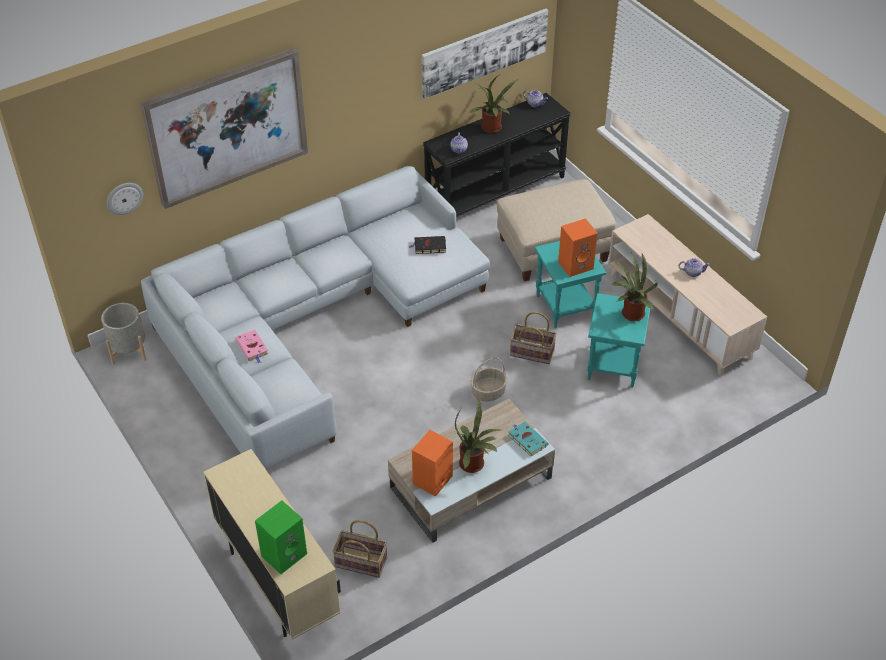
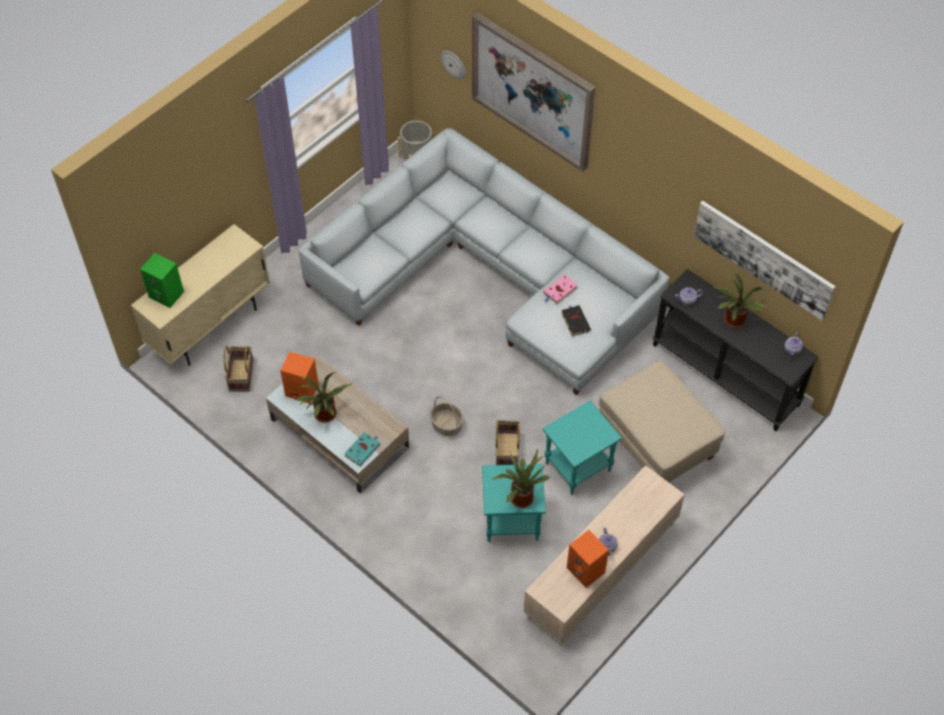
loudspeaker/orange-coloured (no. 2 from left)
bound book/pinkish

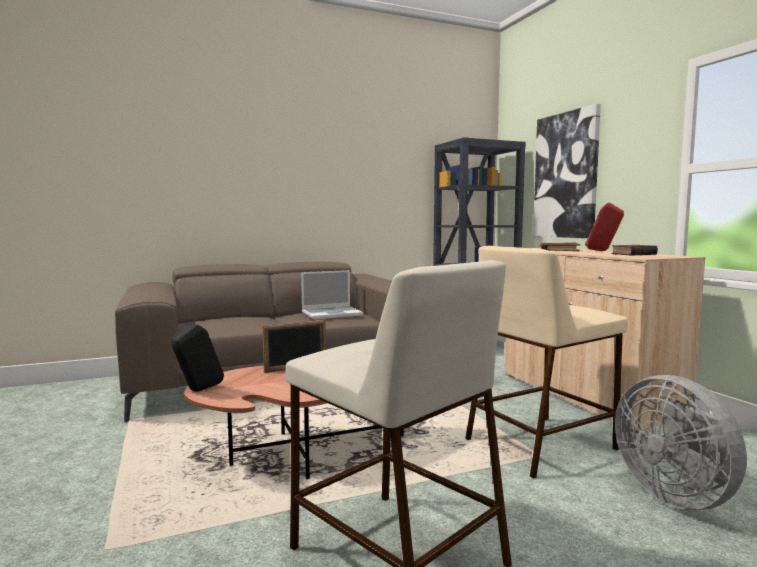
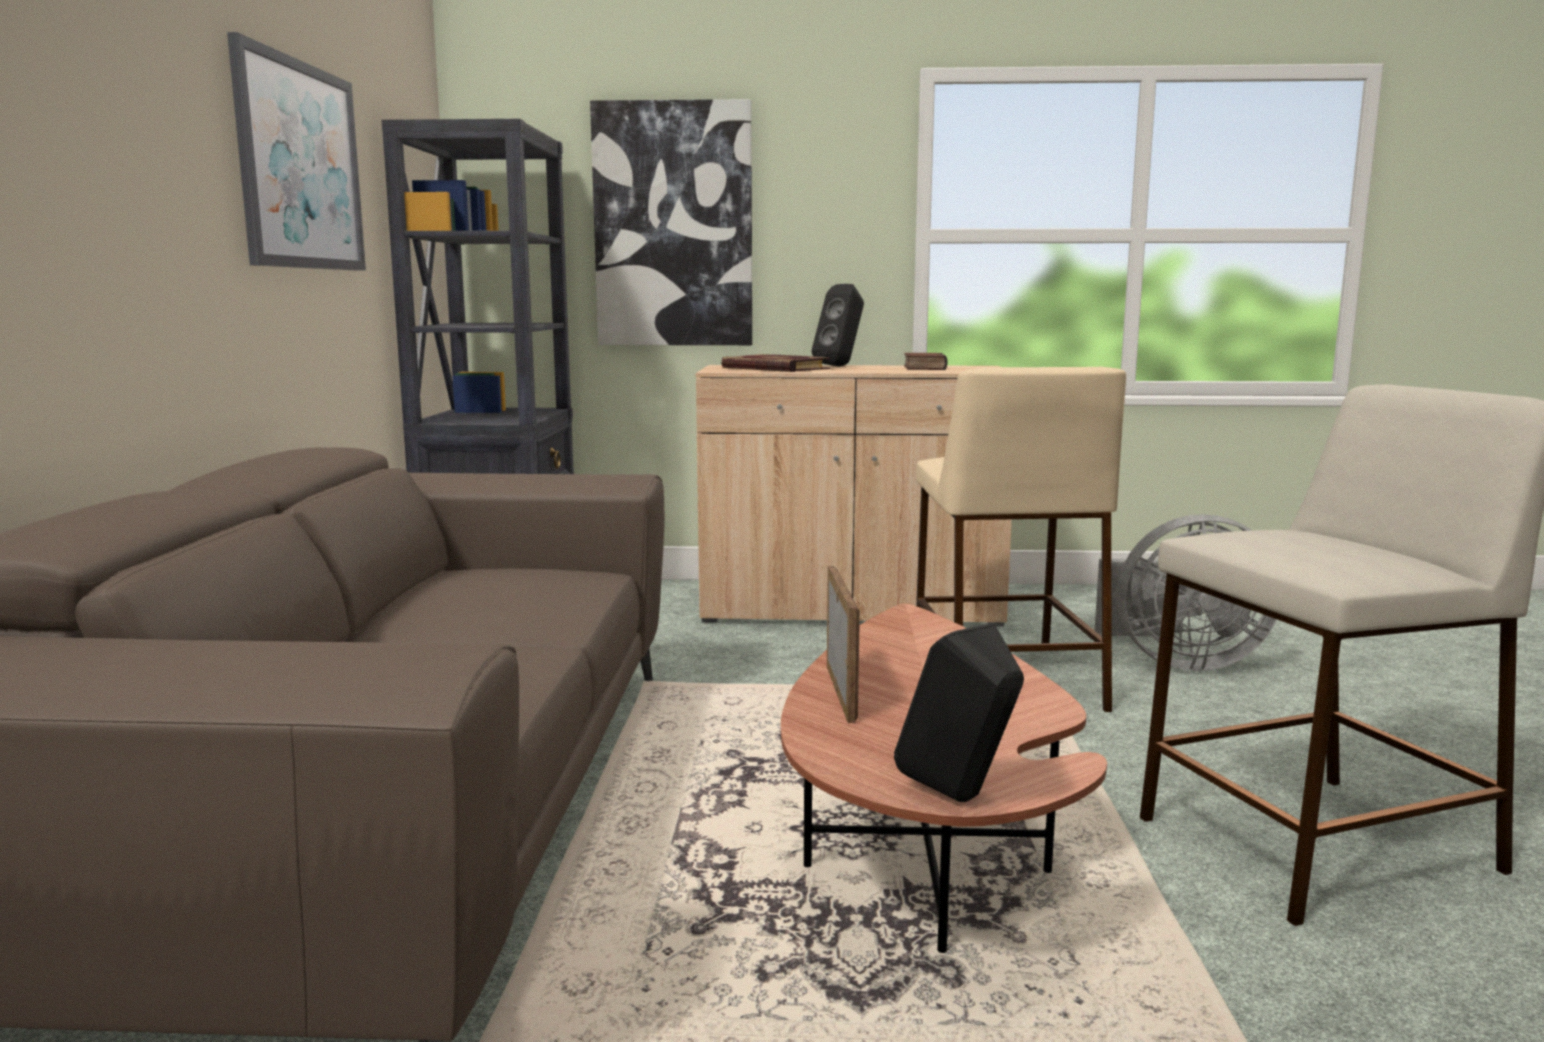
loudspeaker/black-coloured (no. 1 from left)
notebook computer
picture (no. 1 from left)

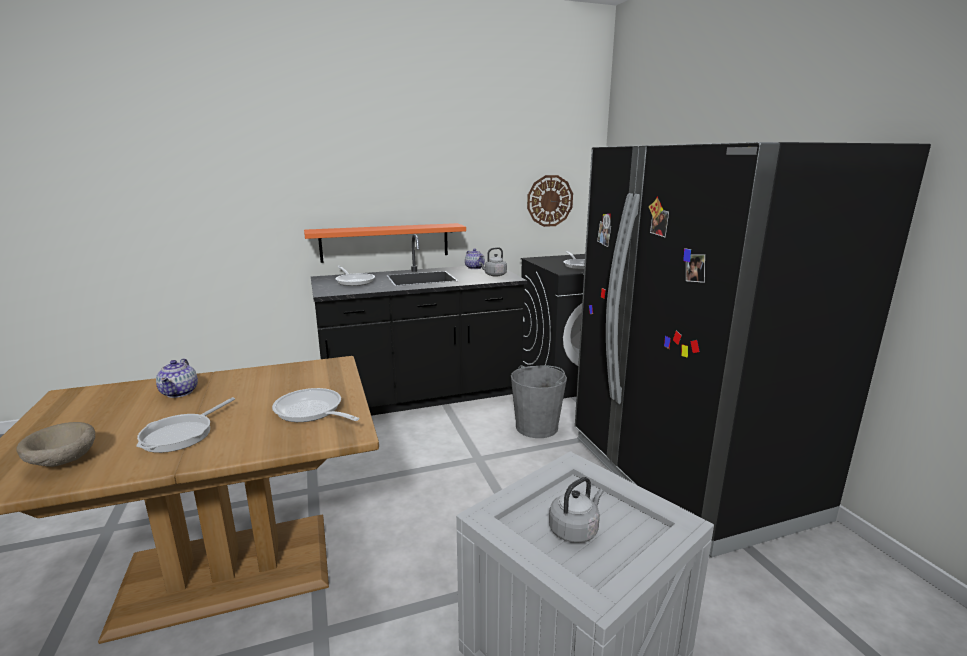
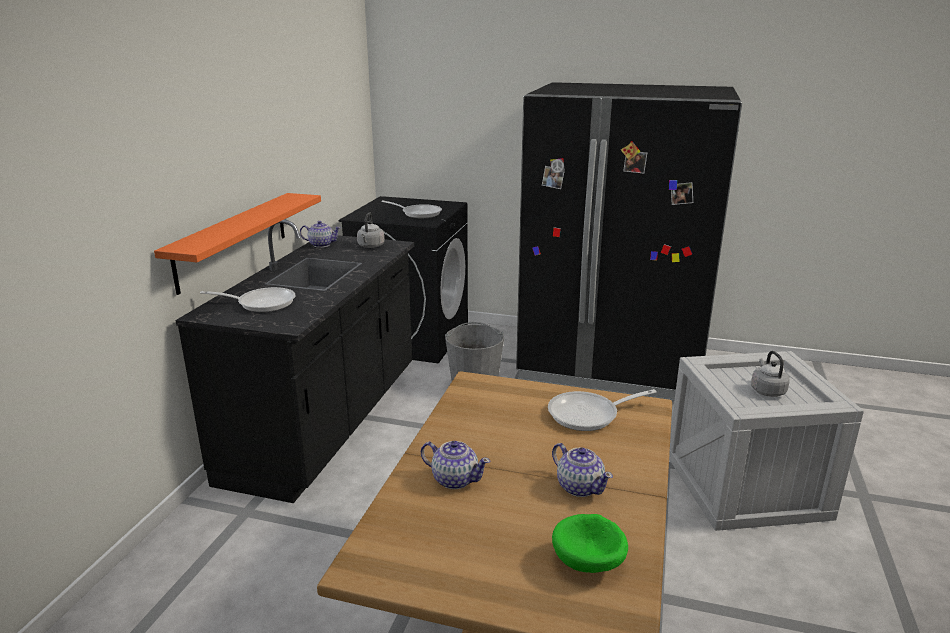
clock on the wall
teapot (no. 3 from left)
serving bowl/green

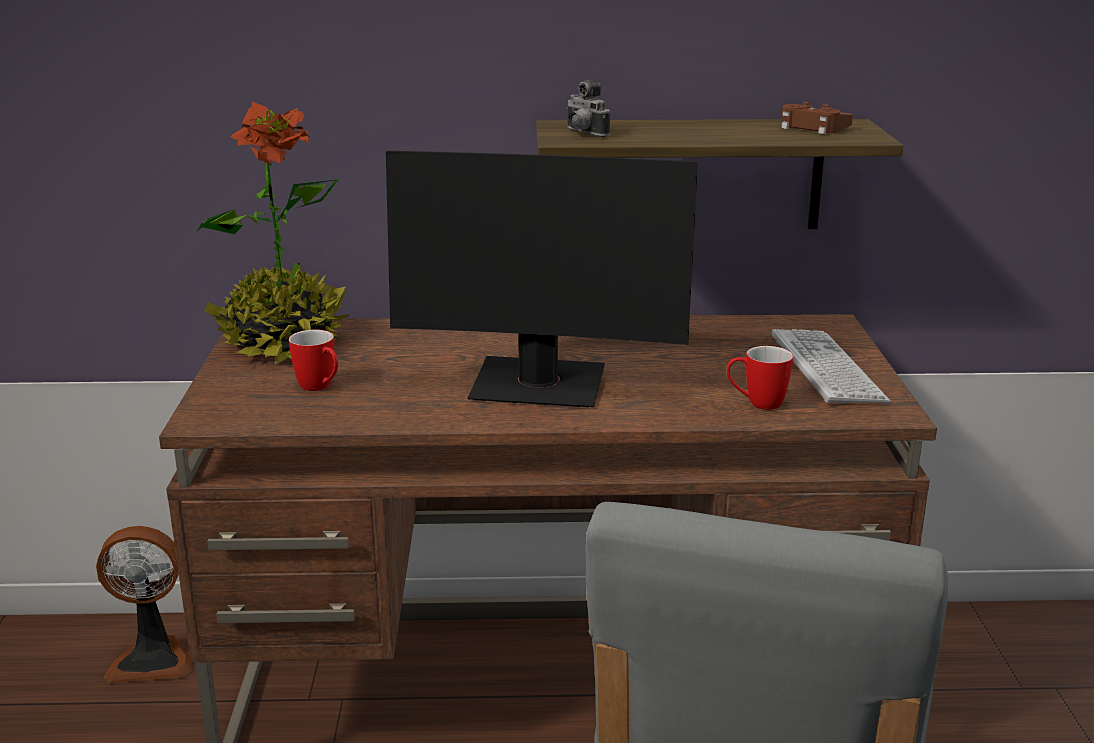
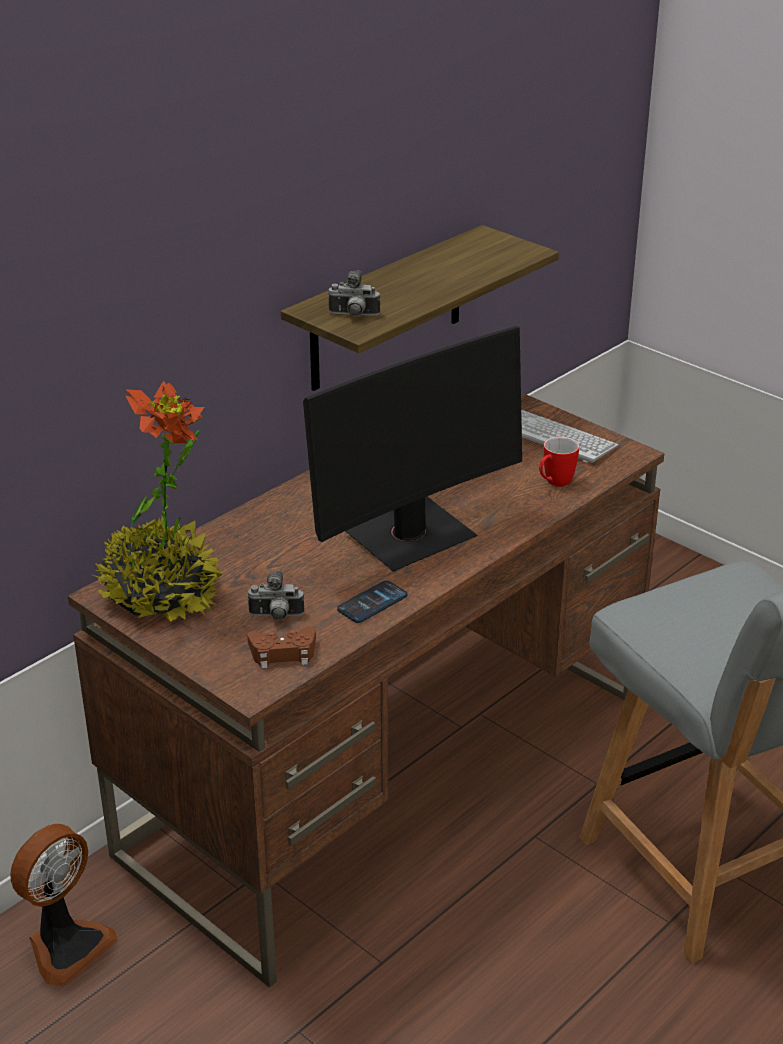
gamepad/brown
still camera (no. 1 from left)
phone

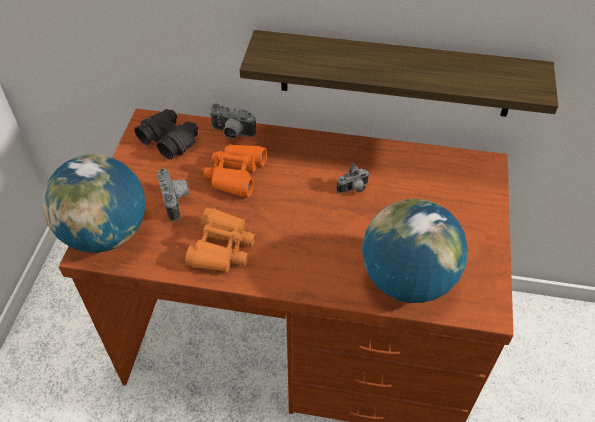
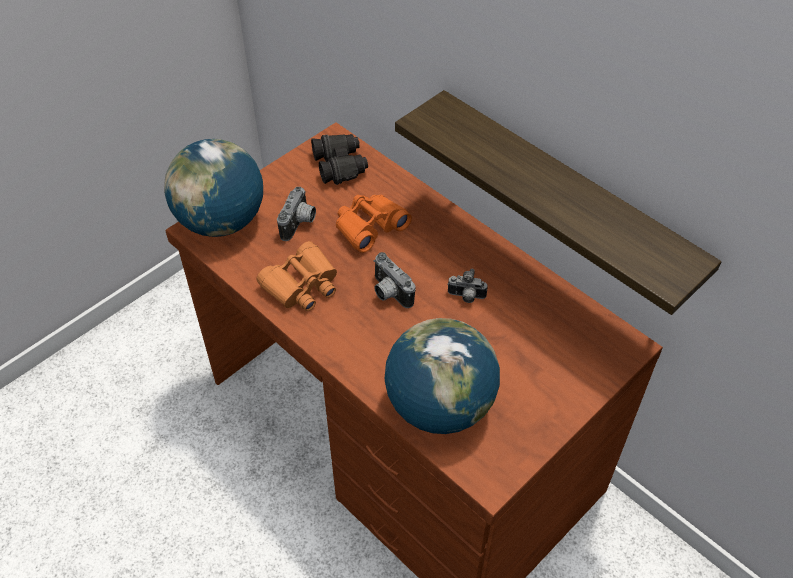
still camera (no. 2 from left)

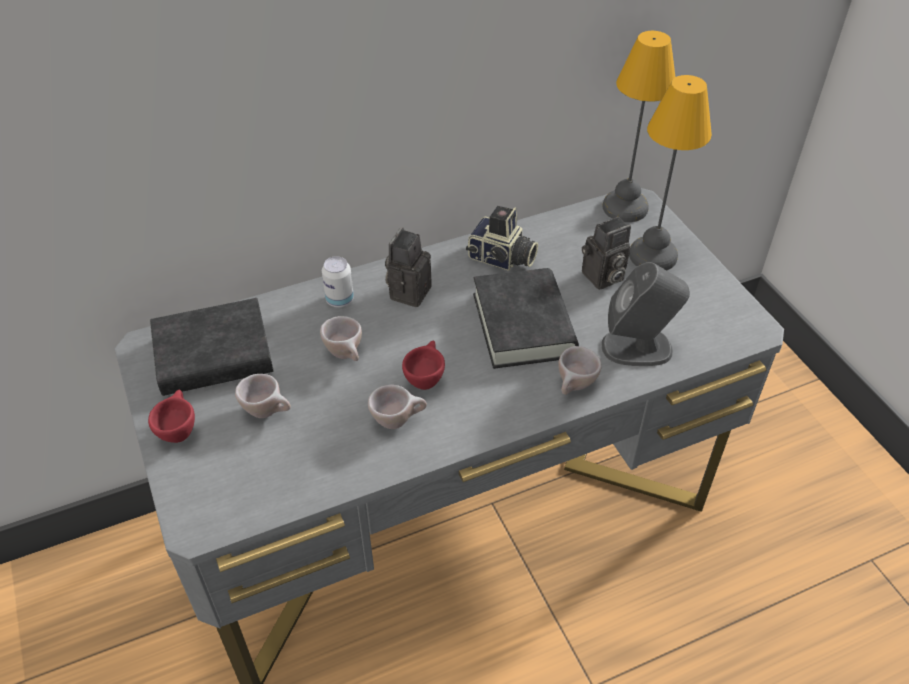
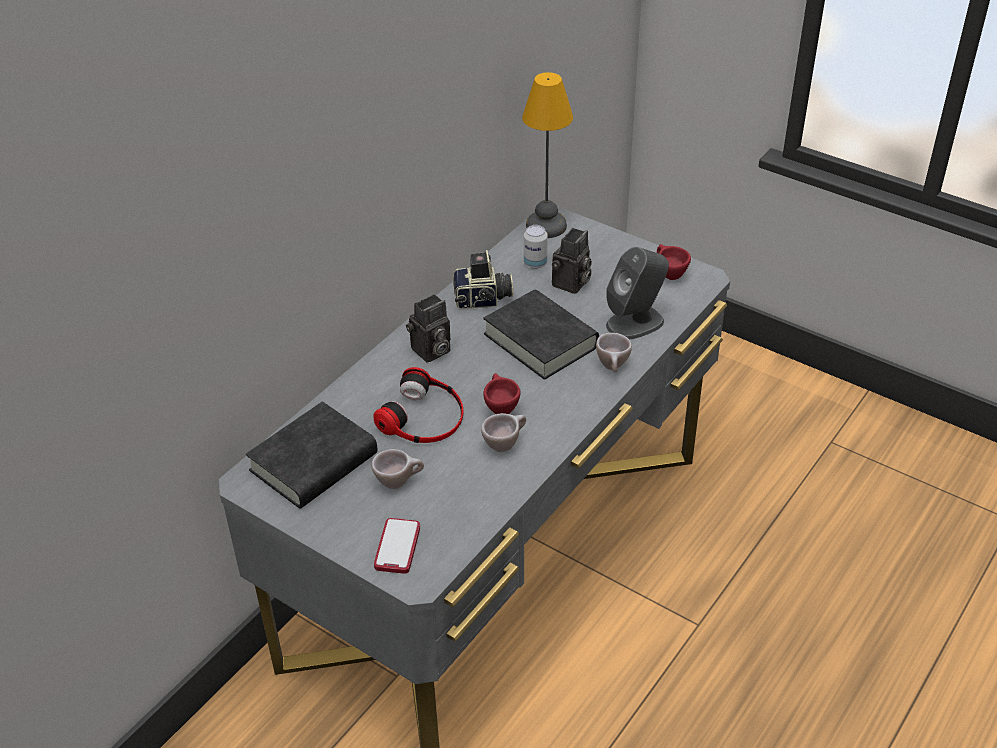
tabletop lamp (no. 2 from left in the first image)
still camera (no. 1 from left)
metal can
headset
small cup/red (no. 2 from left)
phone

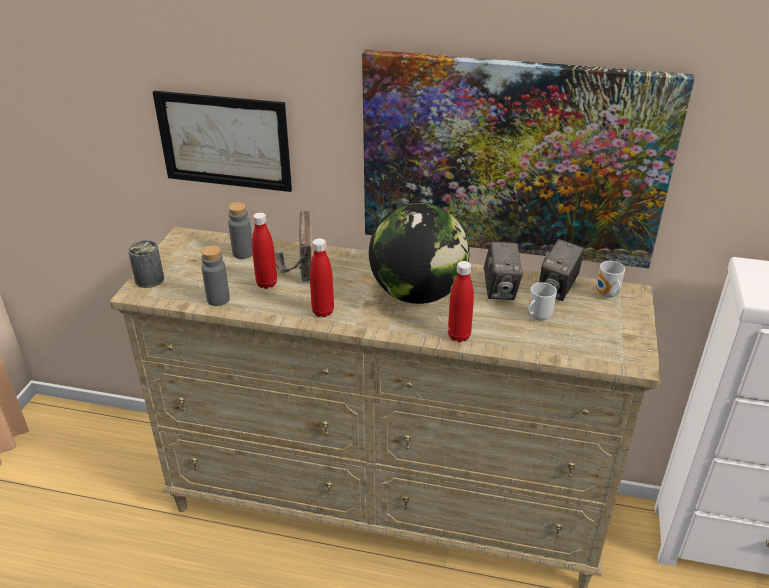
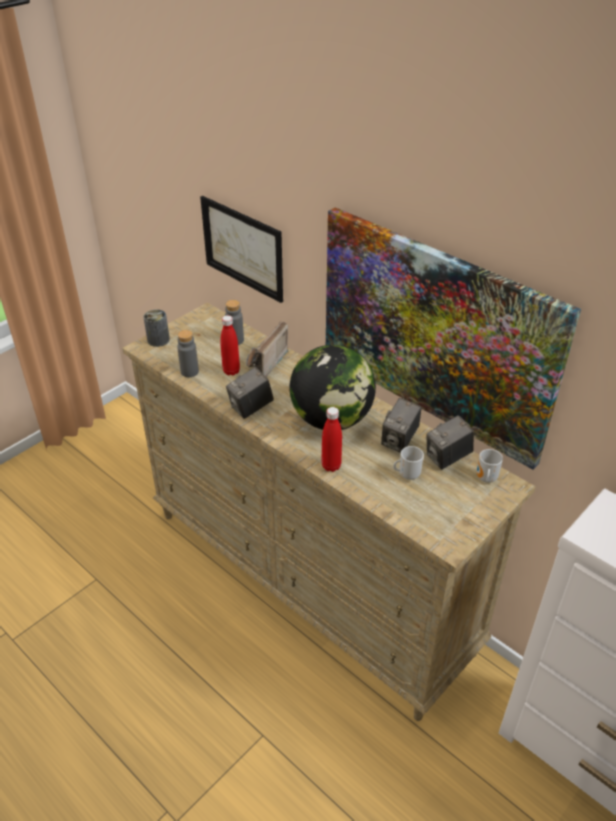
still camera (no. 1 from left)

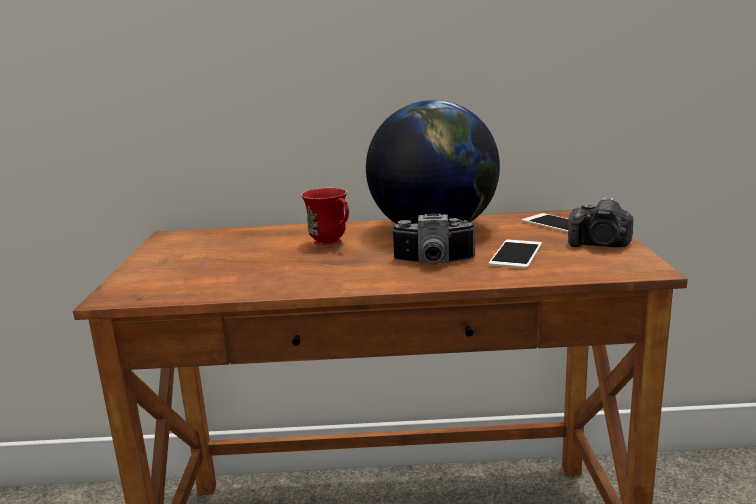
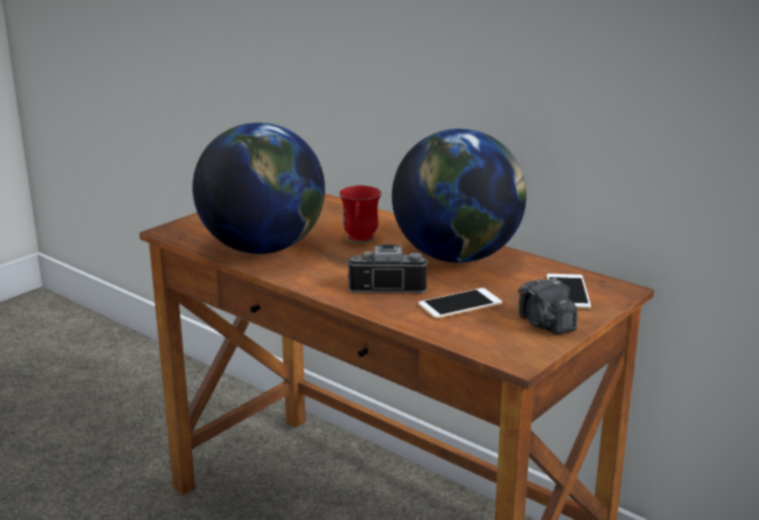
still camera (no. 1 from left)
globe (no. 1 from left)

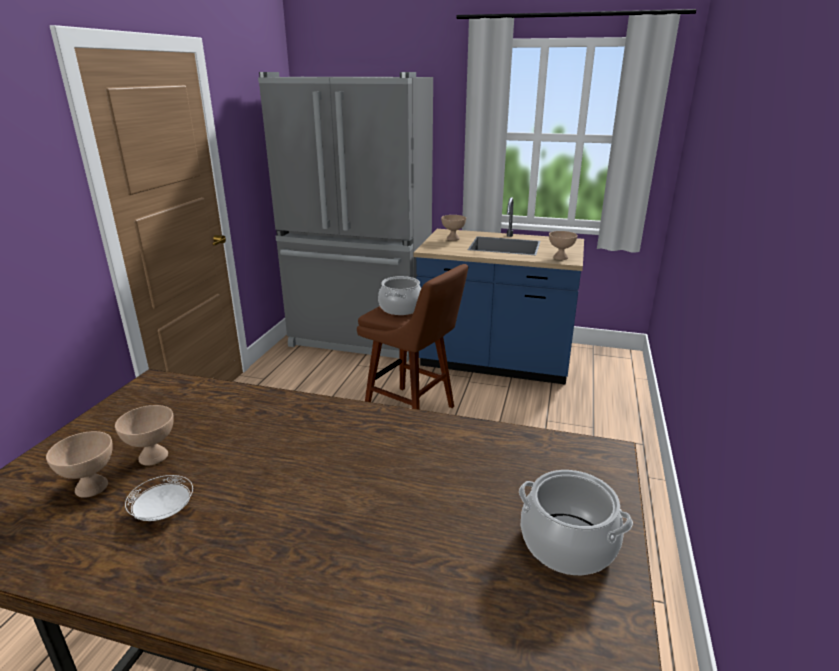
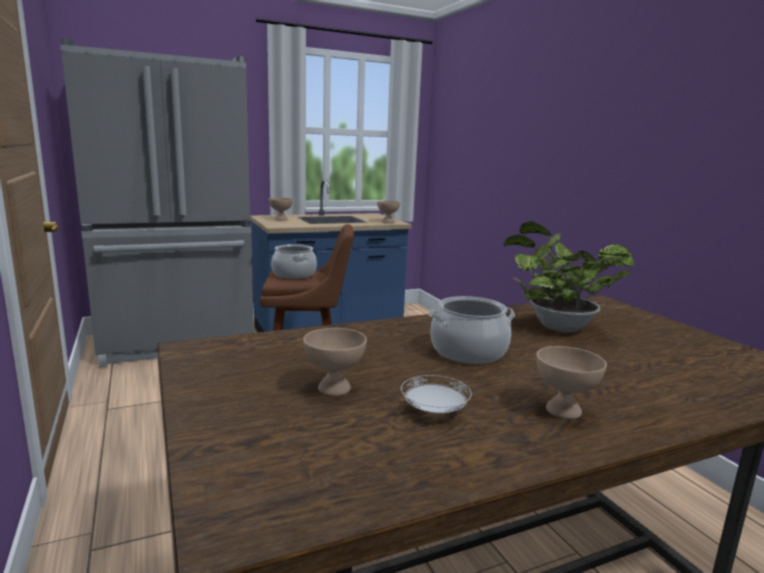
serving bowl/beige-coloured (no. 4 from left)
saucepot (no. 2 from left)
plant in a pot

